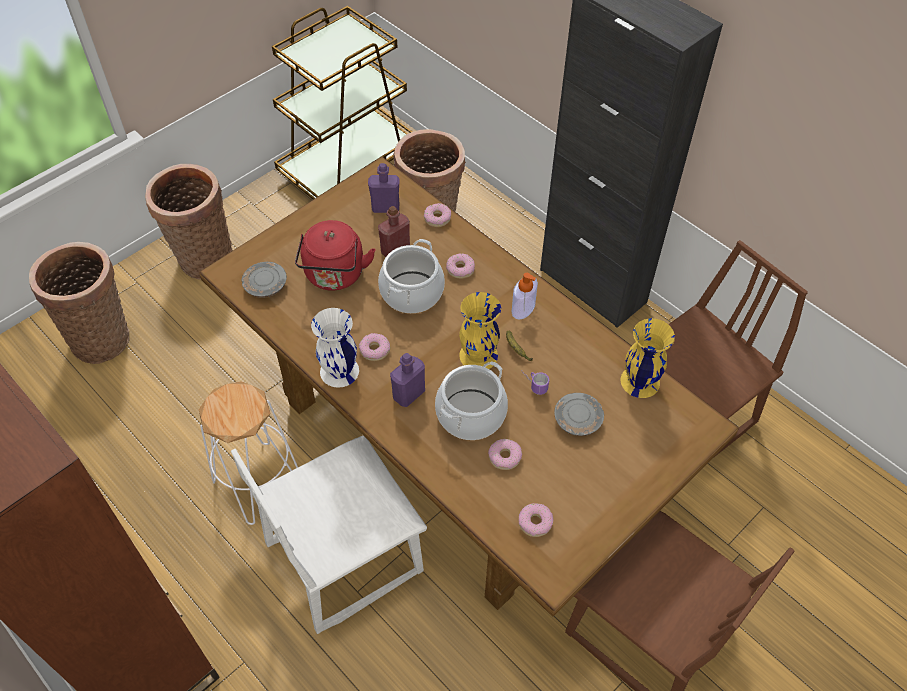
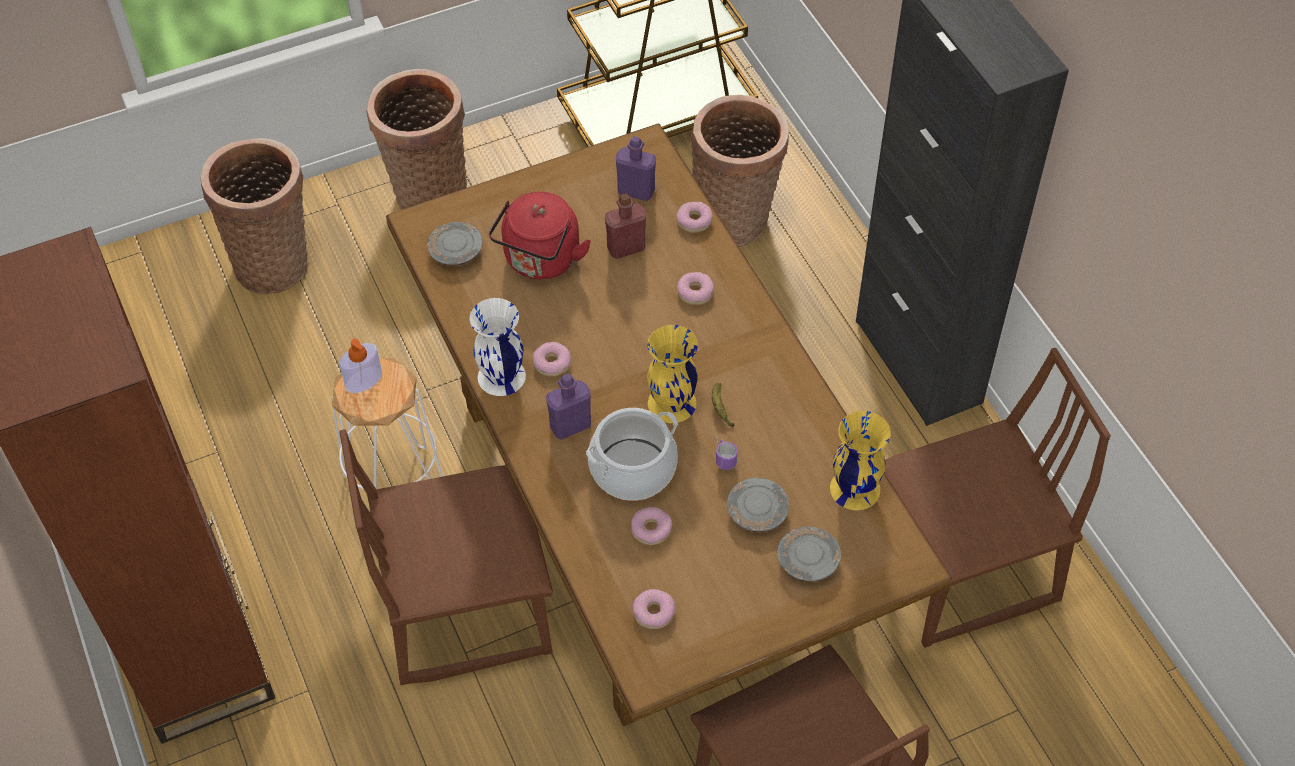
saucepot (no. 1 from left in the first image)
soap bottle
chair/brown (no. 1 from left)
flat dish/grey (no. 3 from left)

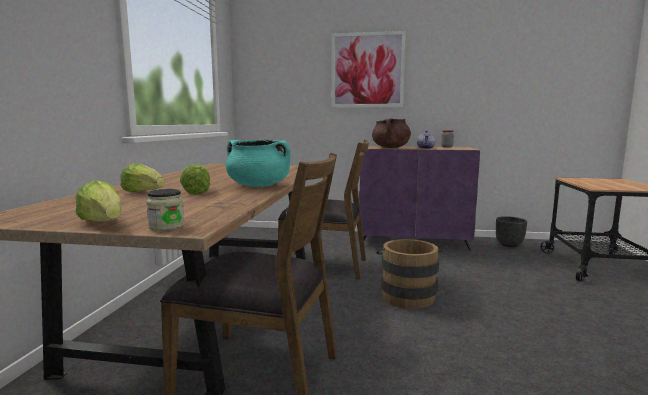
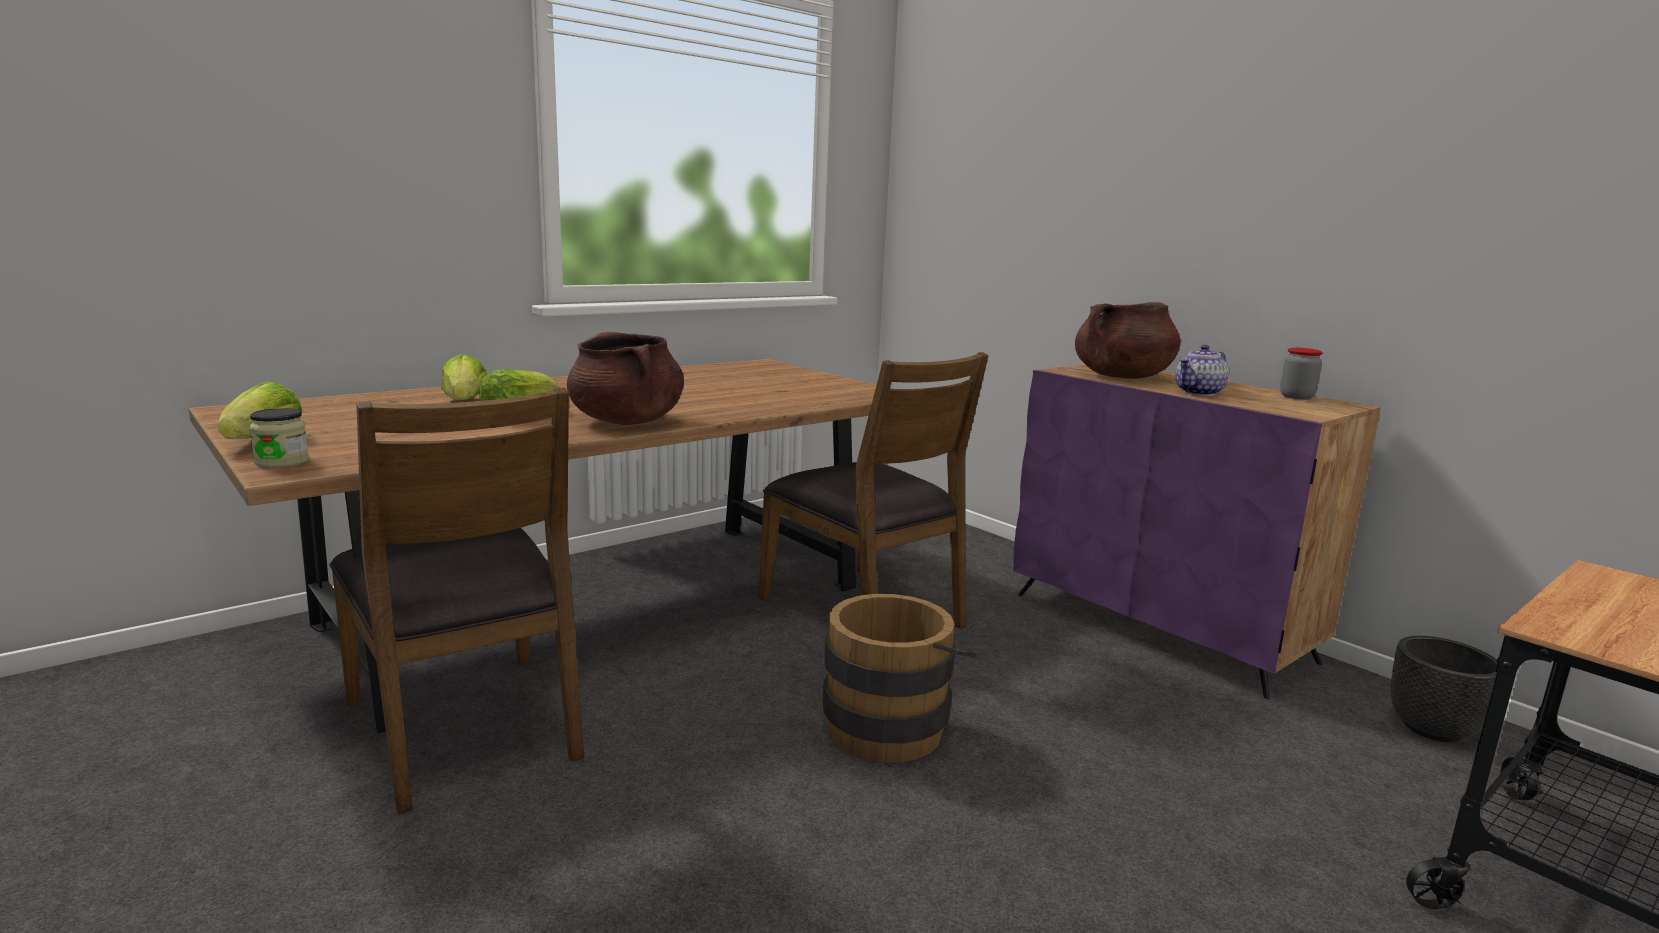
picture
saucepot/brown (no. 1 from left)

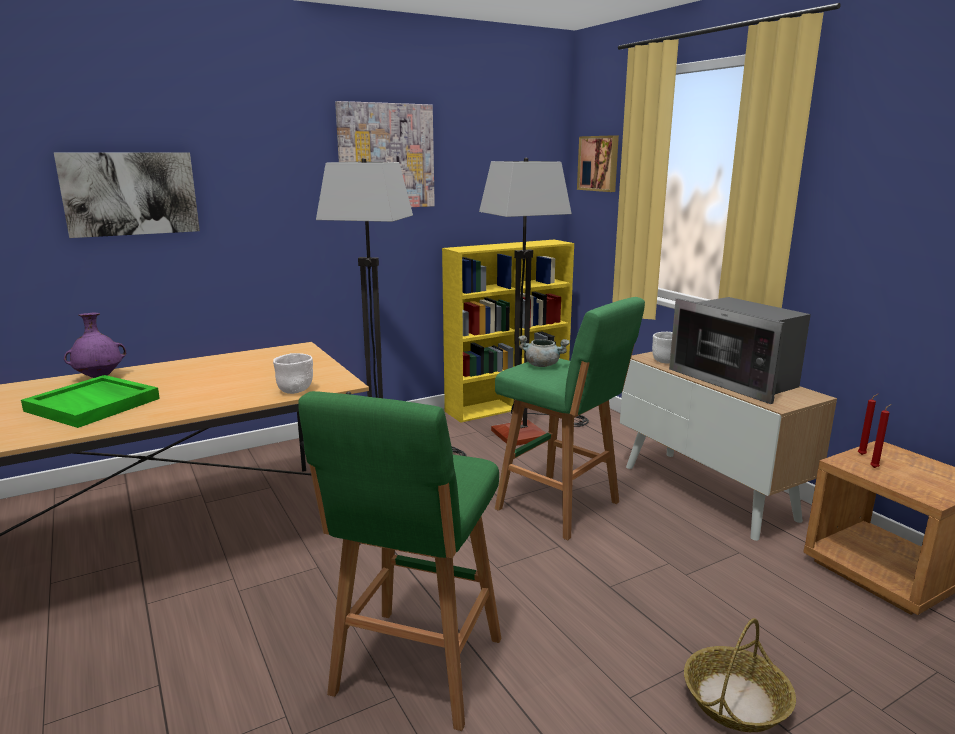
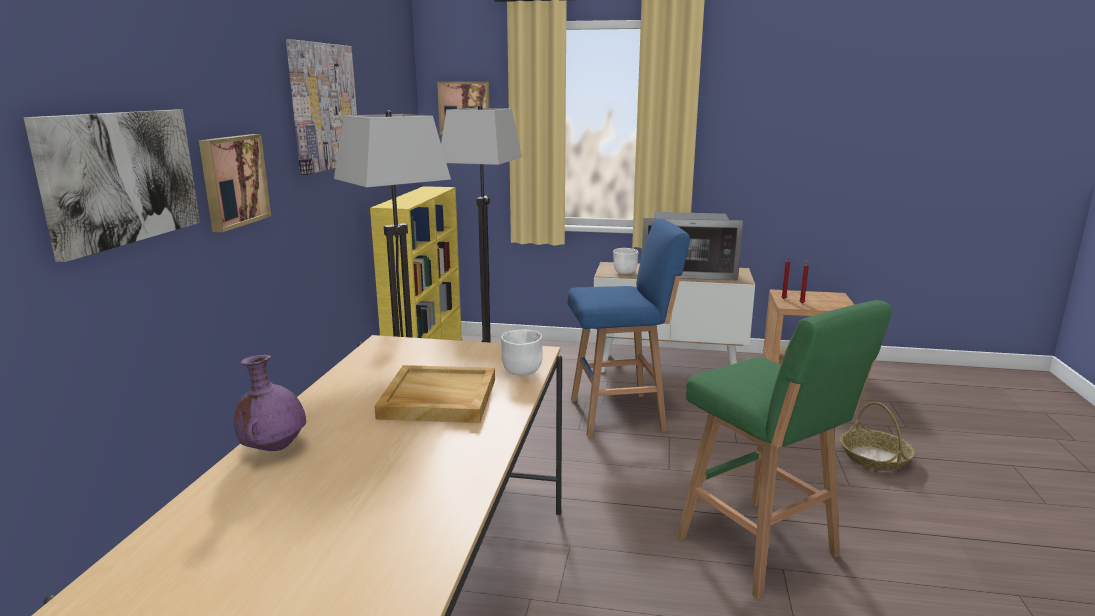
stool/blue-coloured
saucepot/grey
carrying tray/green
picture (no. 2 from left)
carrying tray/beige-coloured

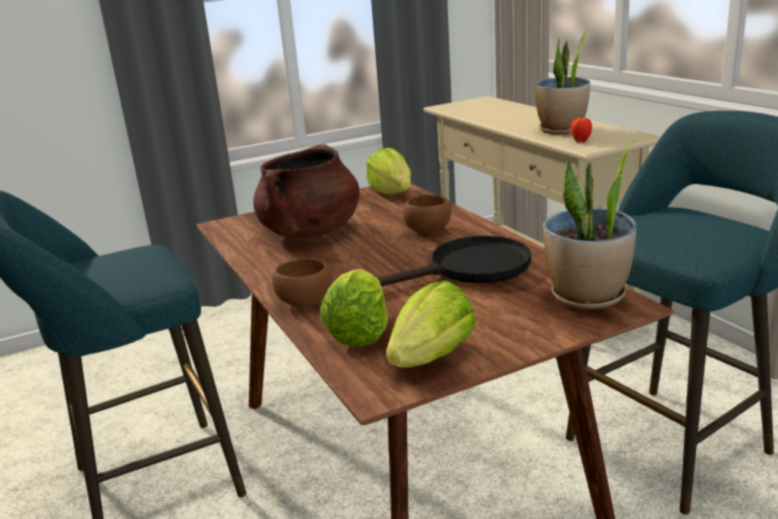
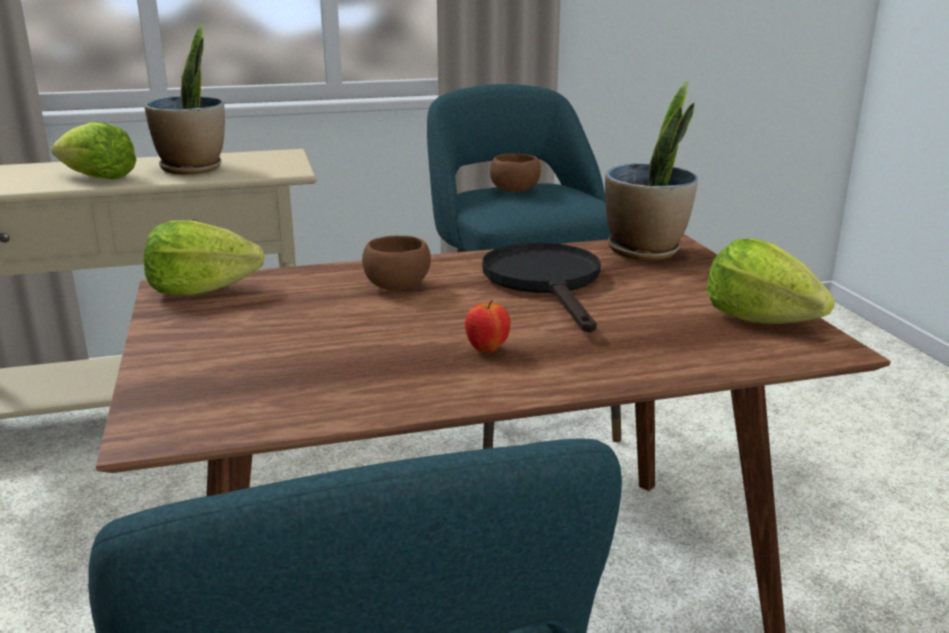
apple
saucepot/brown
serving bowl/brown (no. 2 from left)
head of lettuce (no. 1 from left)

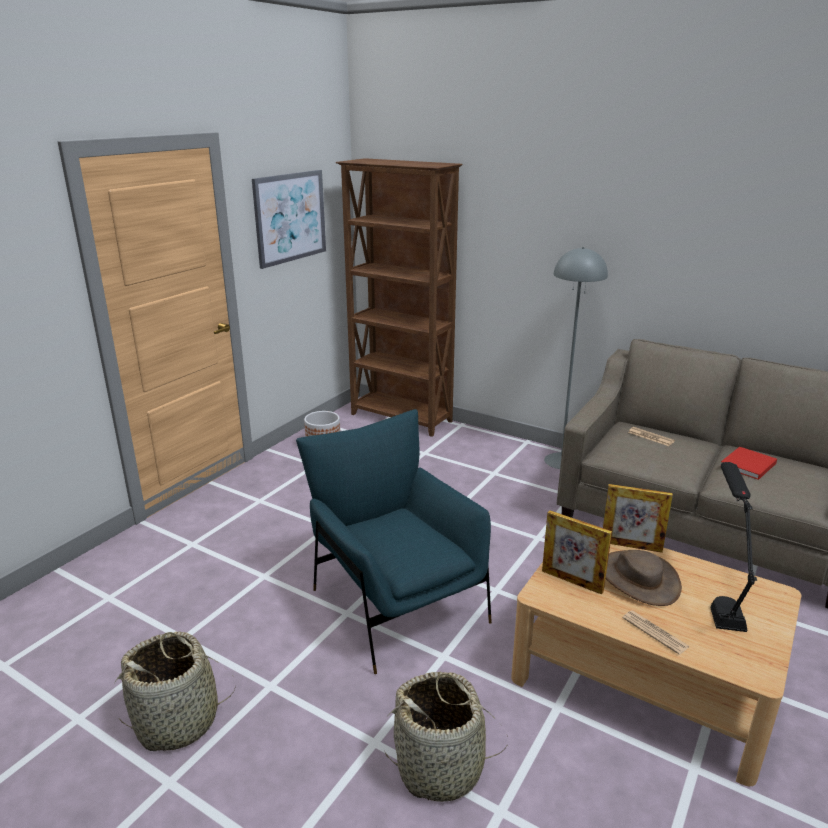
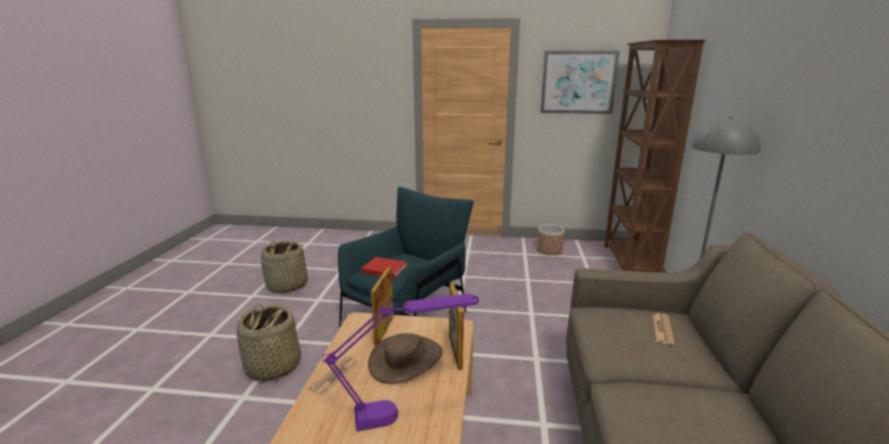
bound book/red
tabletop lamp/purple-coloured

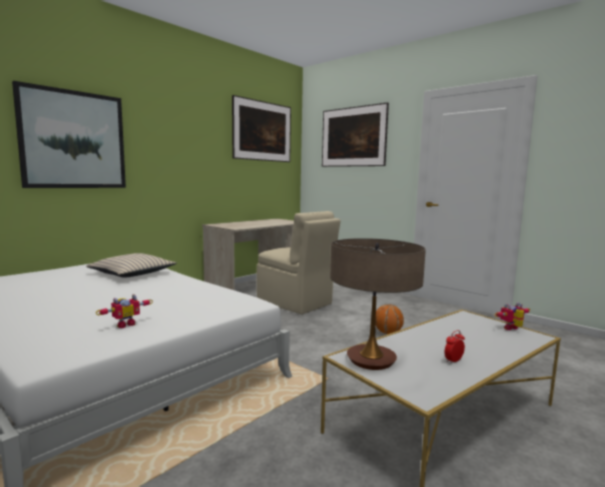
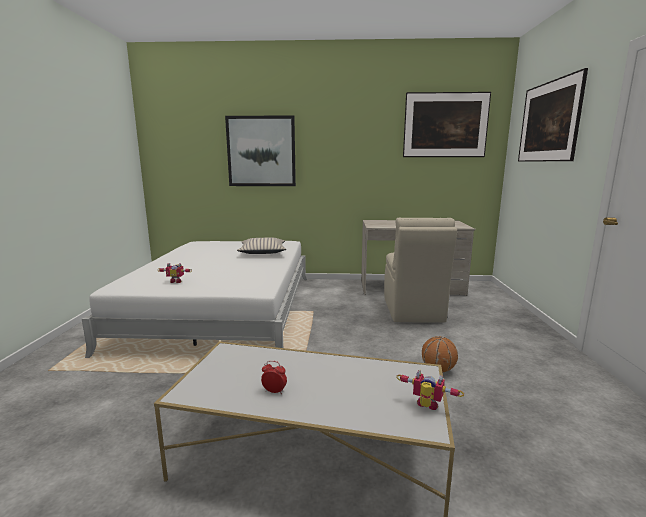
tabletop lamp

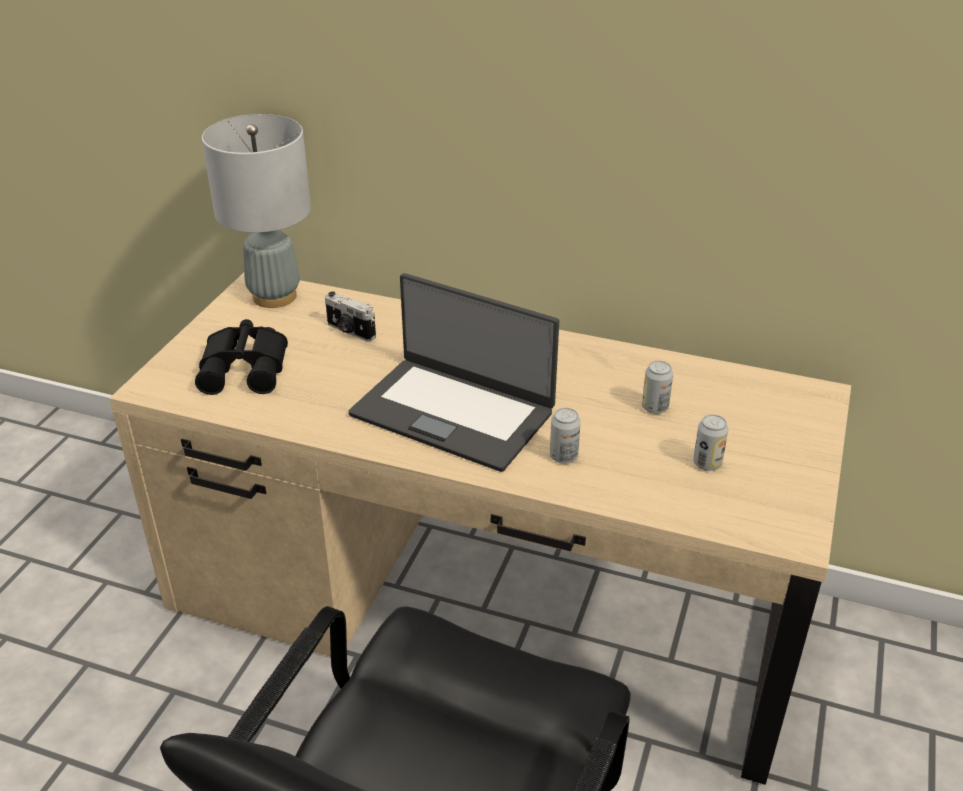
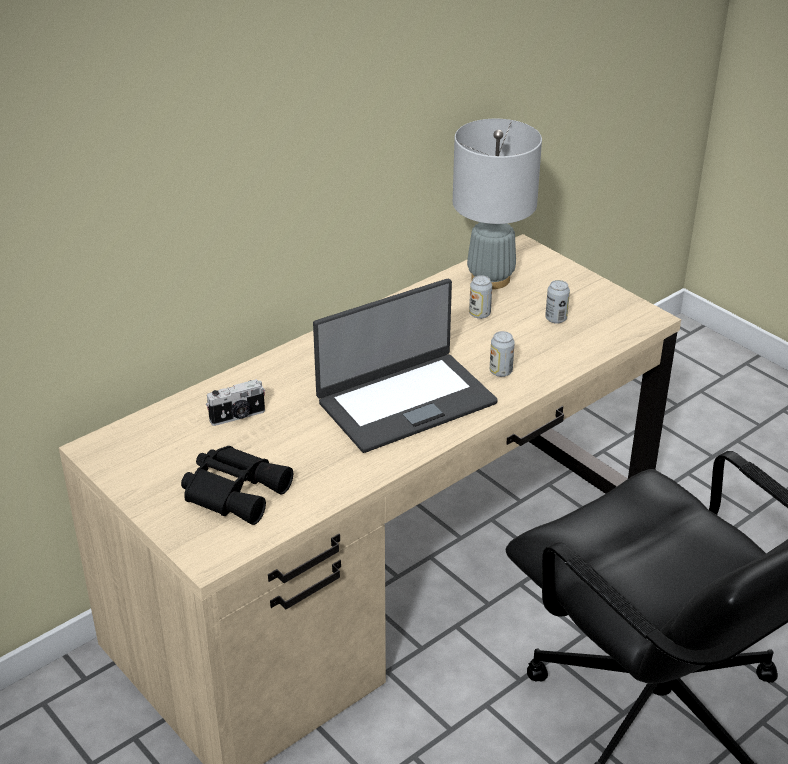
tabletop lamp/grey

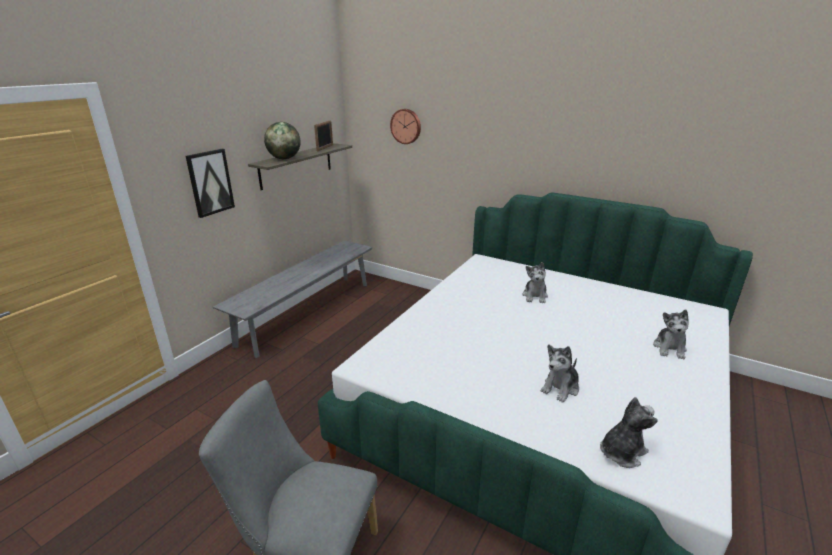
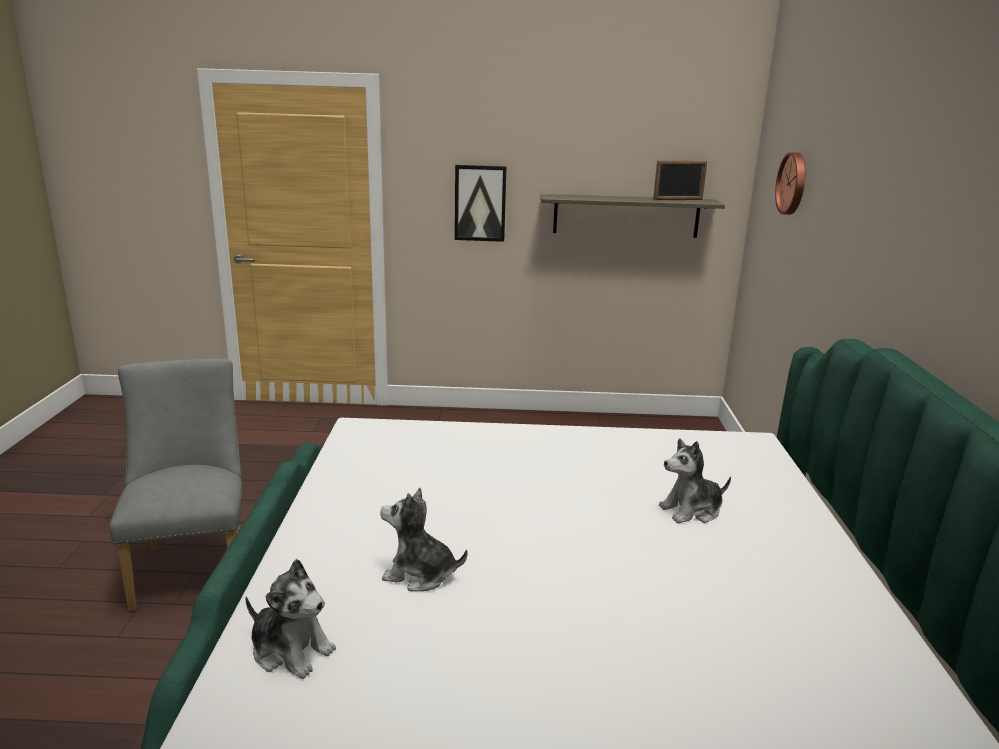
globe
bench/grey
soft toy (no. 4 from left in the first image)

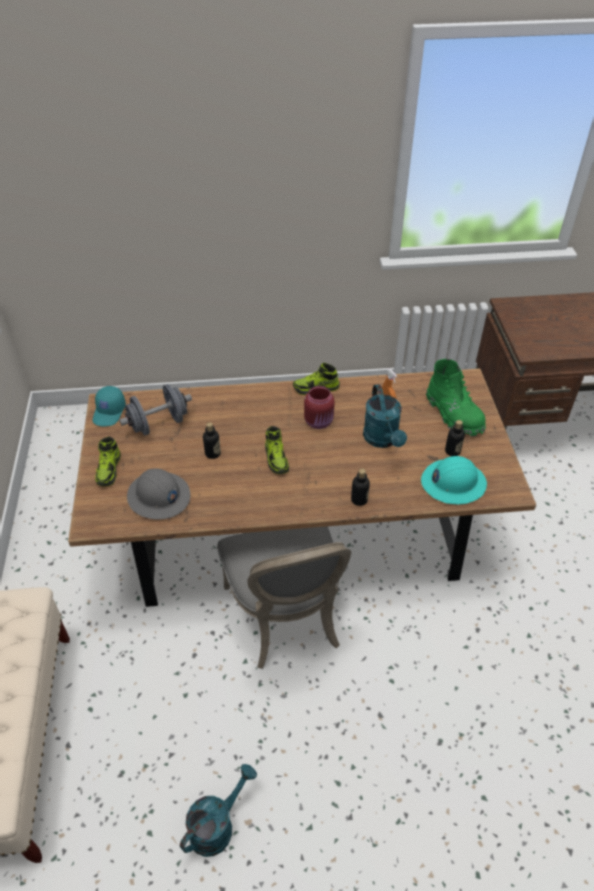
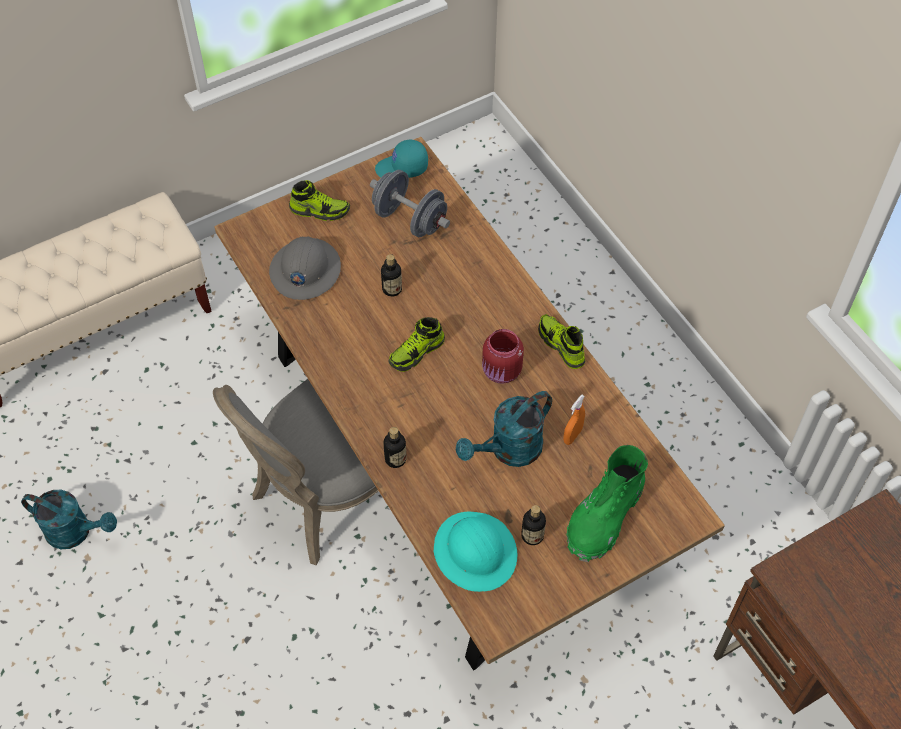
shoe (no. 1 from left)

